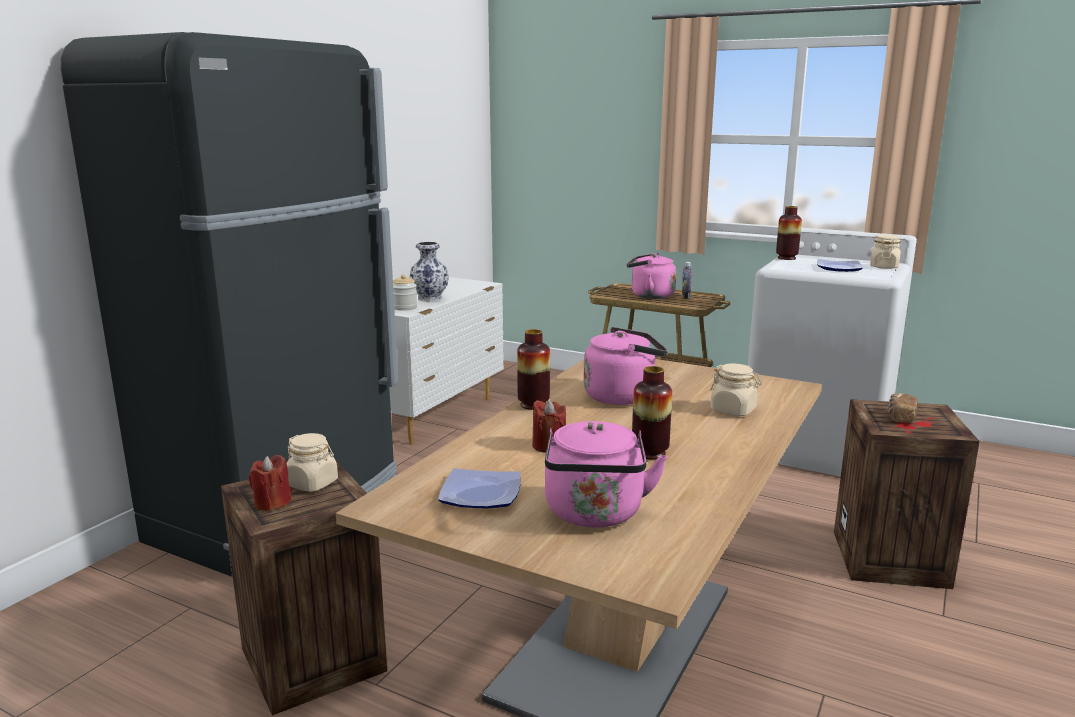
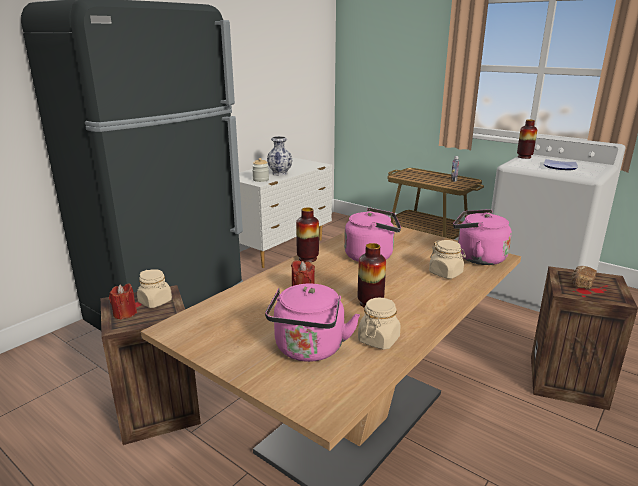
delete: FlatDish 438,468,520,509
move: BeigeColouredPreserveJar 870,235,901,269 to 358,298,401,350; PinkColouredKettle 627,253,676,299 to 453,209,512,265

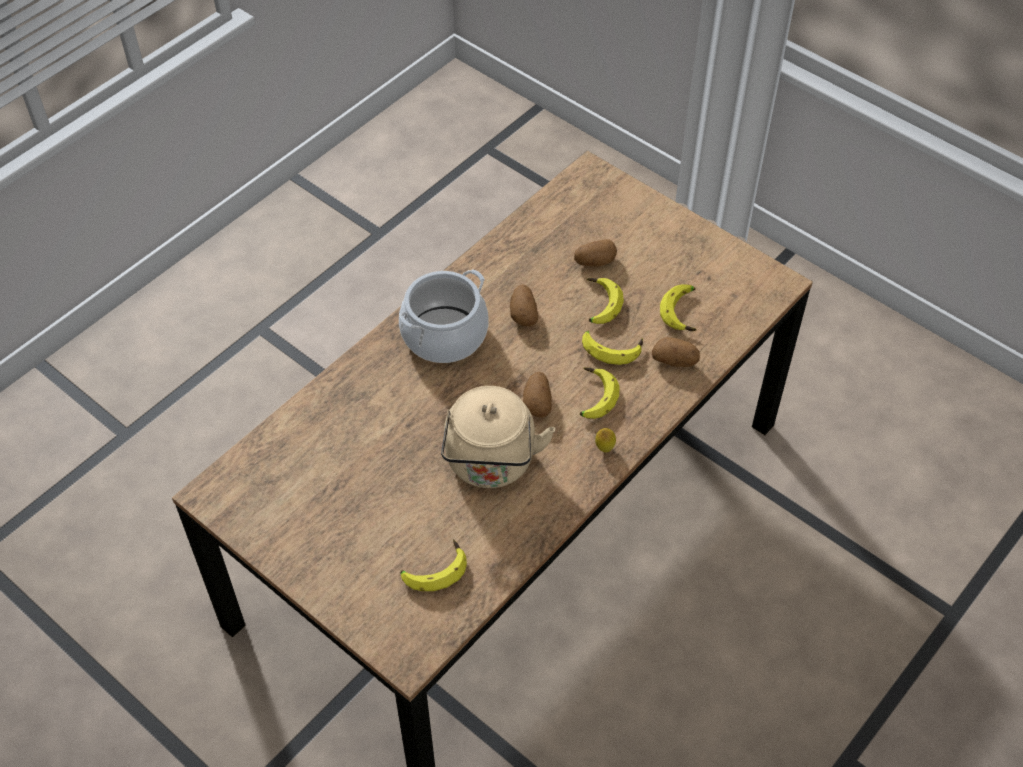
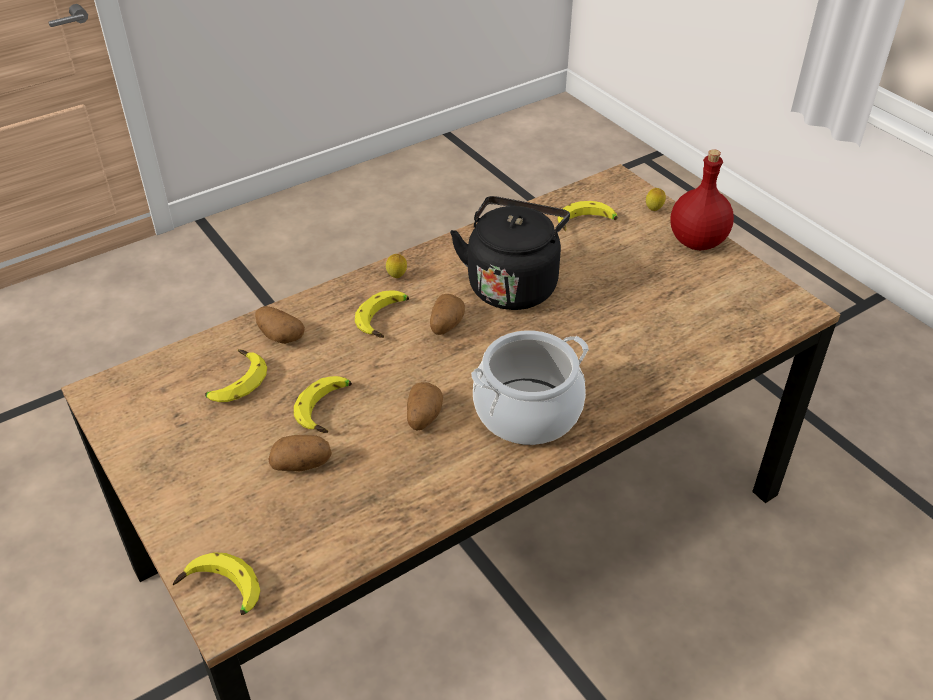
insert: RedColouredBeverageBottle 670,149,734,250; WholeLemon 646,188,666,211
move: Banana 582,331,643,365 to 173,552,260,615
recolor: BeigeColouredKettle 441,386,555,488 to BlackishKettle 450,196,570,310

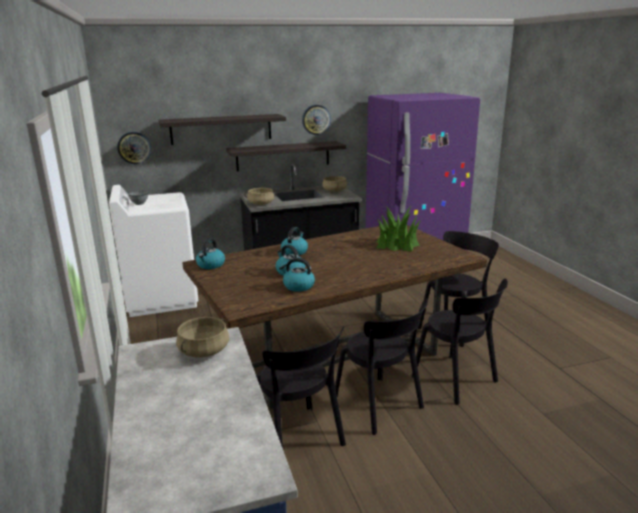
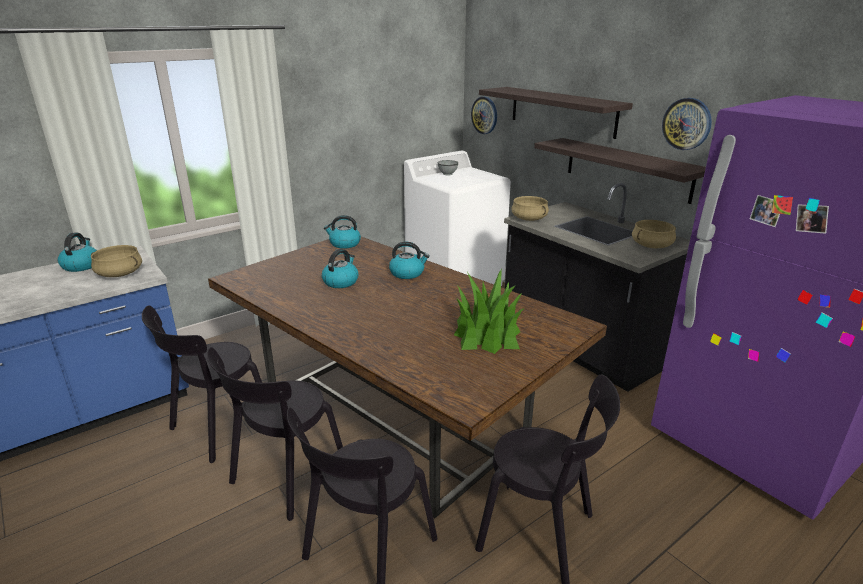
move: Kettle 279,258,315,292 to 58,233,97,272

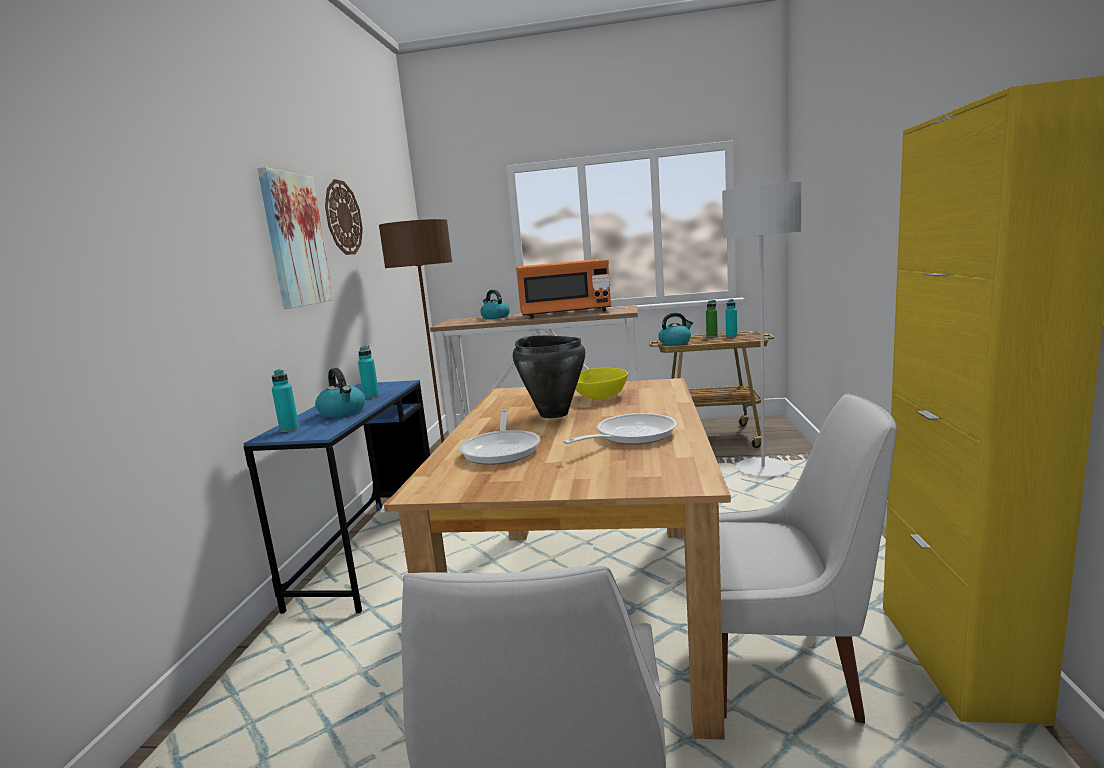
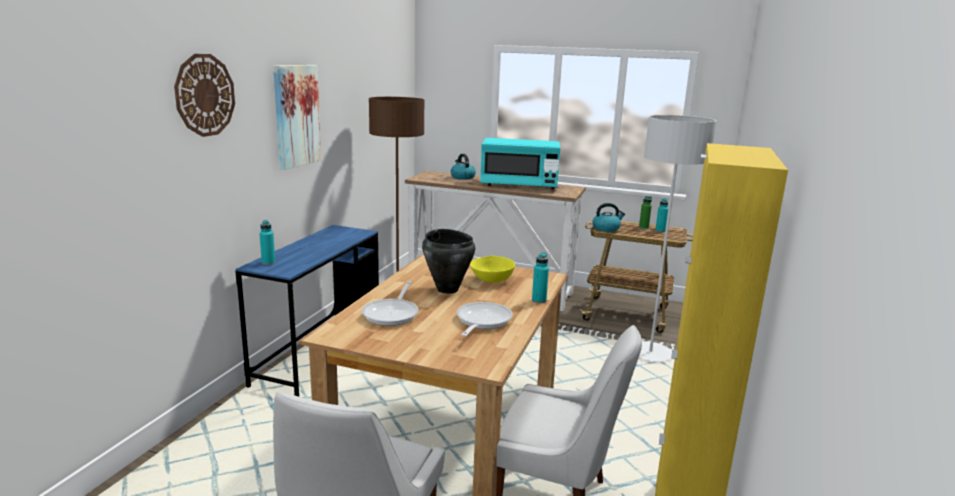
delete: Kettle 315,368,365,418
move: WallClock 325,179,363,255 to 174,54,235,137; TurquoiseBeverageBottle 358,345,379,399 to 532,252,549,303
recolor: OrangeyMicrowaveOven 516,259,611,318 to TurquoiseMicrowaveOven 480,138,560,190
rotate: Pan 563,413,677,445 = 456,302,513,337 45 degrees counterclockwise

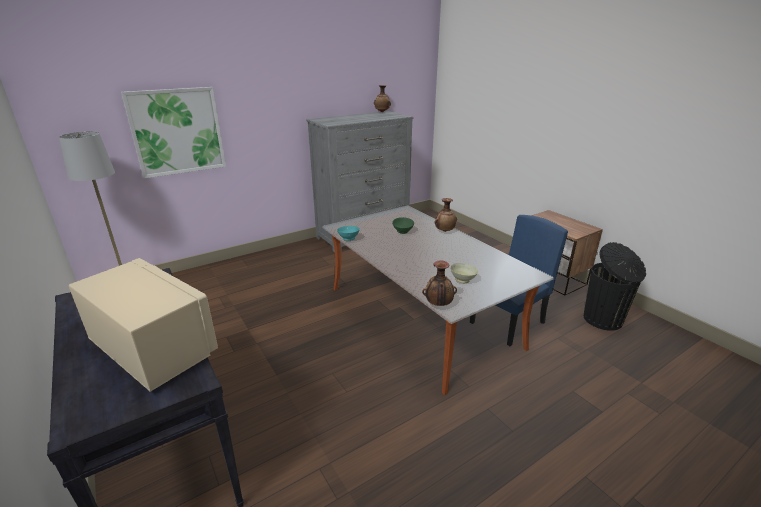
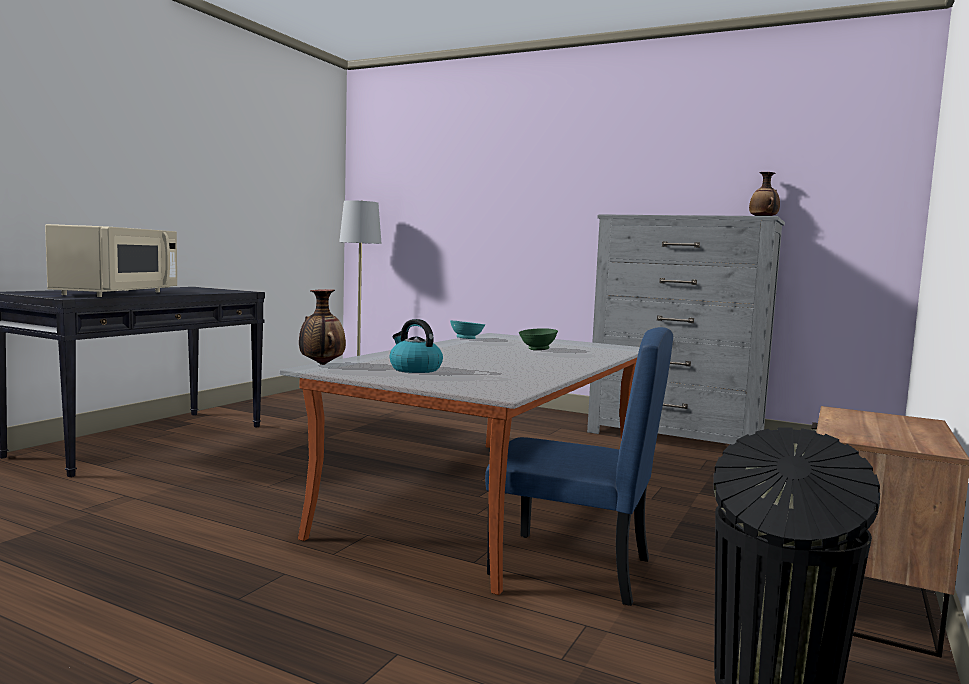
delete: Picture 121,87,226,179; FlowerVase 434,198,457,232
replace: BeigeColouredBowl 450,263,478,283 to Kettle 390,319,443,373

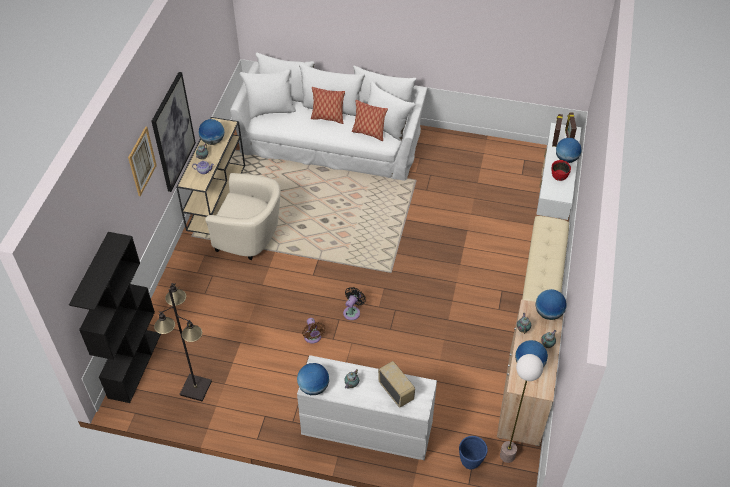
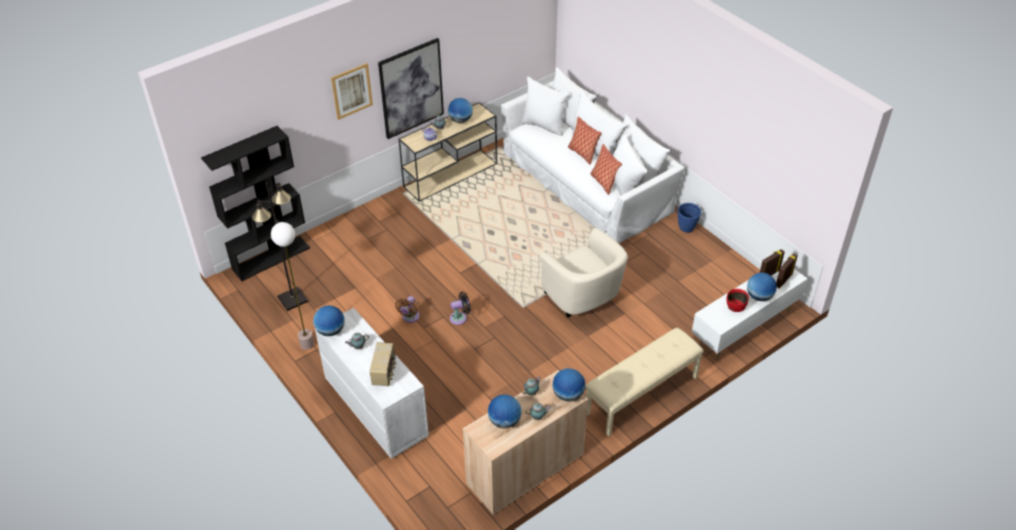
move: BeigeColouredLoungeChair 205,173,280,260 to 540,228,628,318; StandardLamp 500,354,543,463 to 271,222,314,350; BluishPlanter 459,436,488,469 to 678,203,701,233

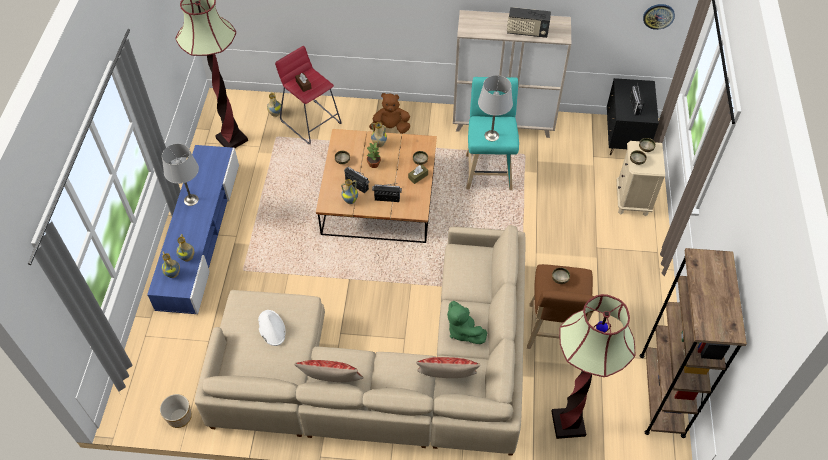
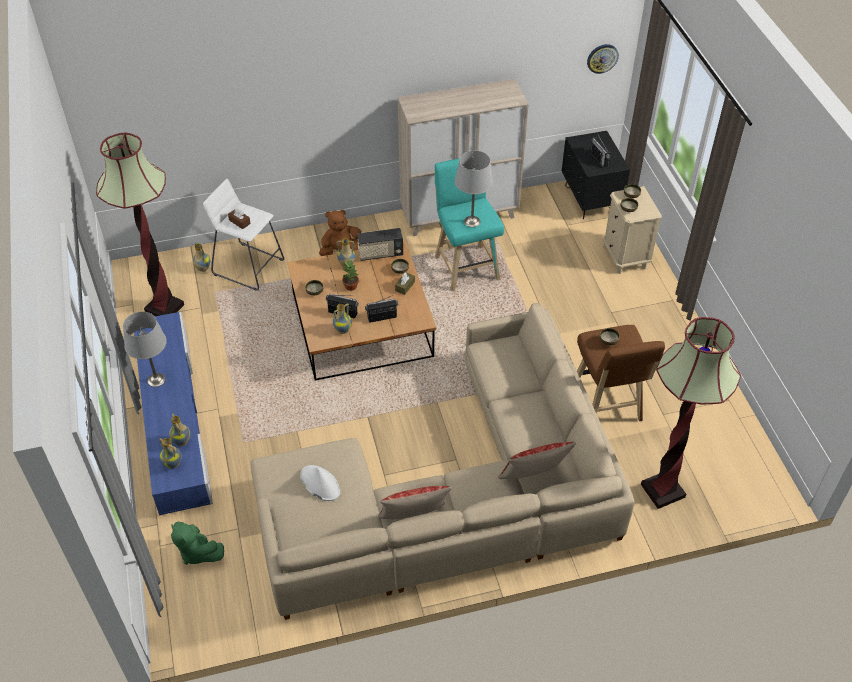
delete: BrownShelvingUnit 640,248,747,438; Planter 160,394,192,428
move: RadioReceiver 507,7,551,38 to 357,228,403,261; GreenishPlushToy 447,301,487,344 to 171,522,224,565
recolor: RedColouredSittingStool 275,46,342,144 to WhiteColouredSittingStool 203,179,284,290

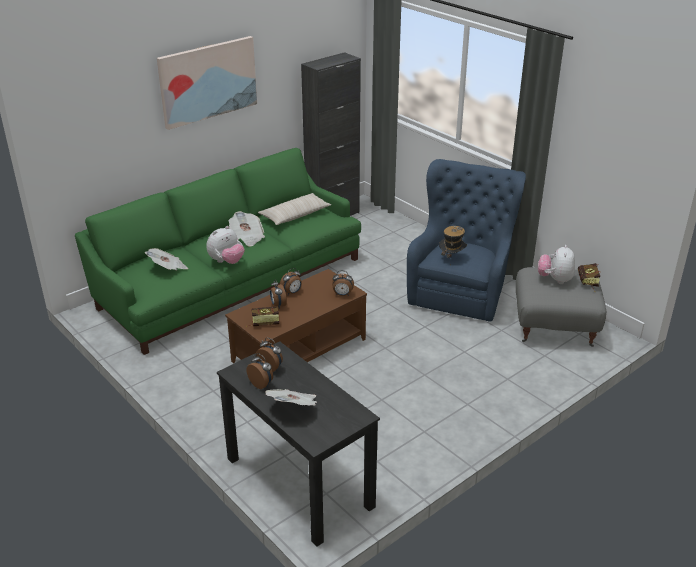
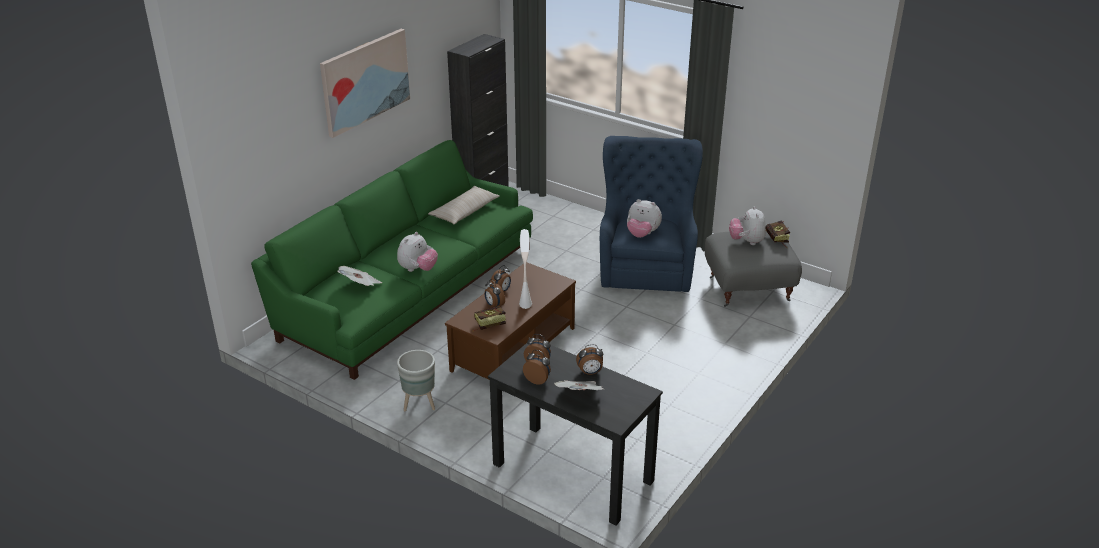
delete: DailyPaper 229,211,265,247
insert: WhiteColouredLampForATable 519,229,532,309; GrayPlanter 397,350,435,411
move: TableClock 332,271,354,296 to 576,344,603,375
replace: ClothingHat 439,226,467,264 to PlushToy 627,199,662,238

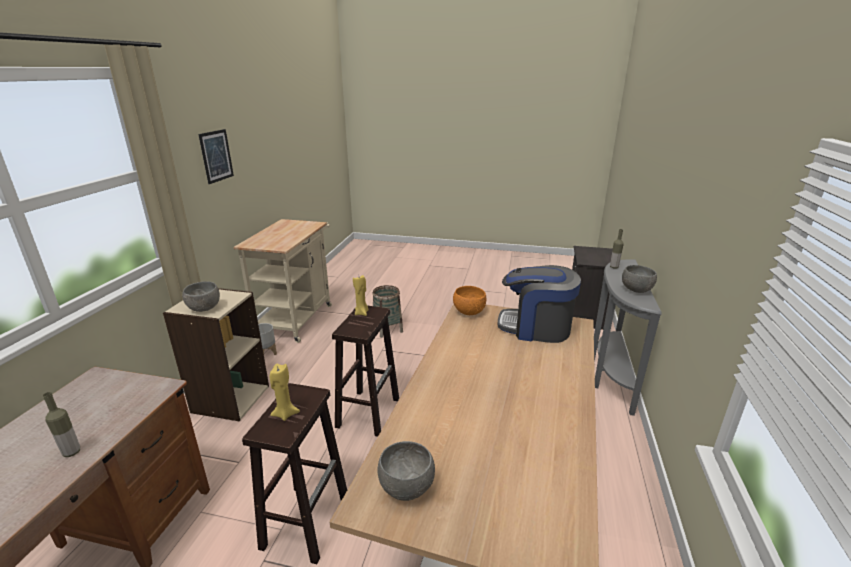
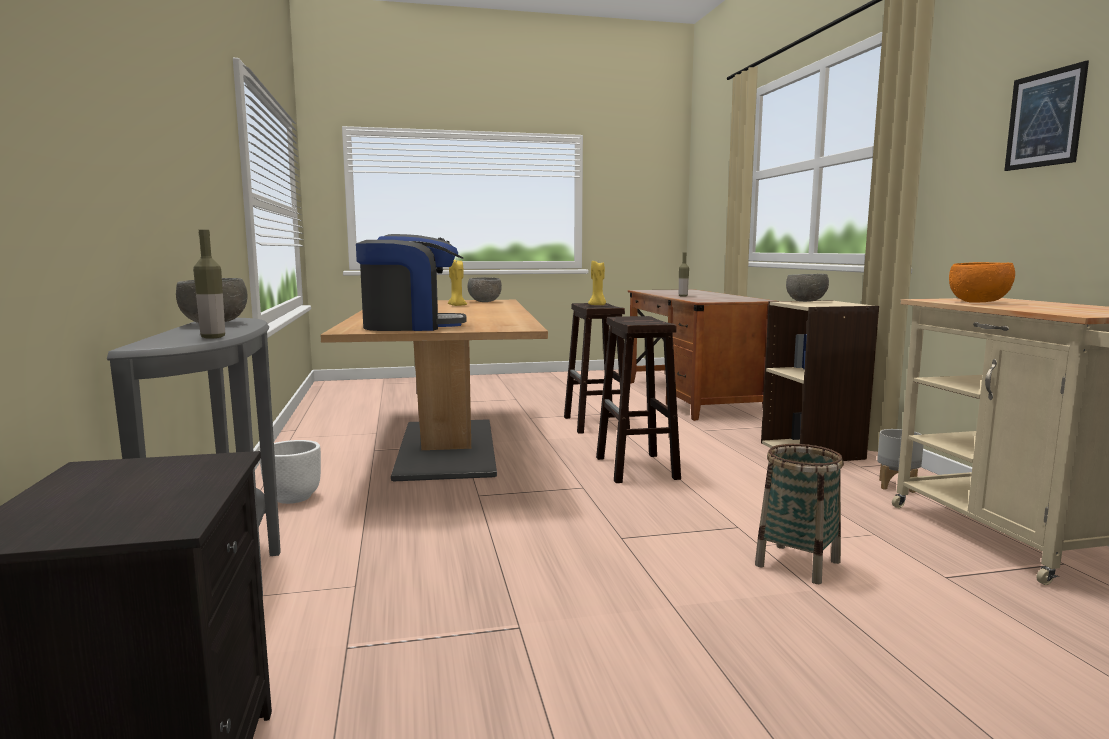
insert: WhiteColouredPlanter 259,440,321,504
move: YellowColouredWaxCandle 353,275,369,316 to 448,260,467,306; OrangeyBowl 453,286,486,315 to 949,262,1015,303

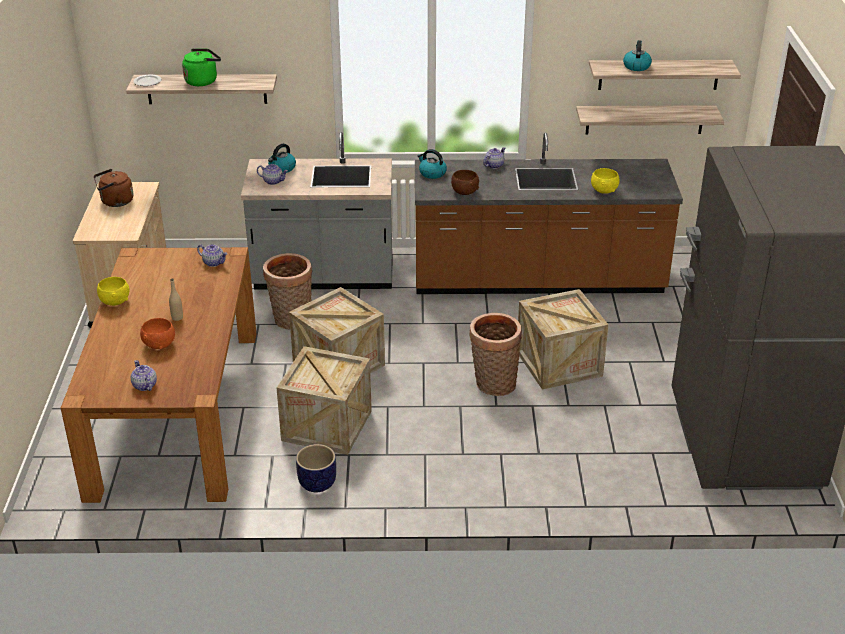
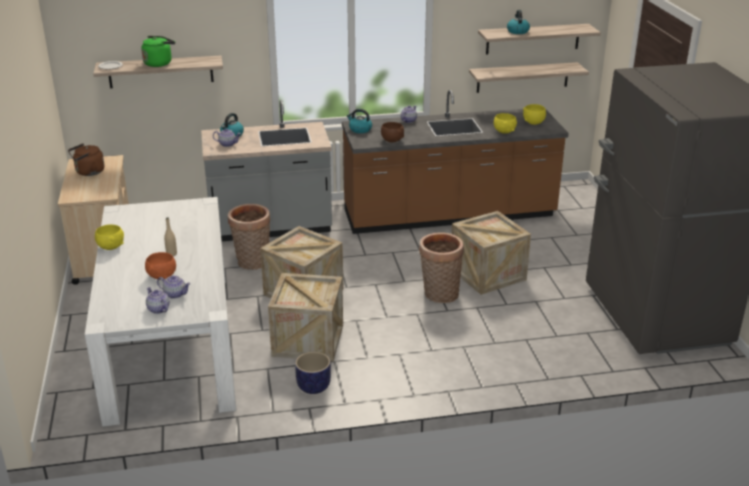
insert: YellowColouredBowl 523,104,546,125
move: Teapot 197,244,227,267 to 157,276,191,299
recolor: BrownDinnerTable 61,247,256,503 to WhiteColouredDinnerTable 85,197,236,427

